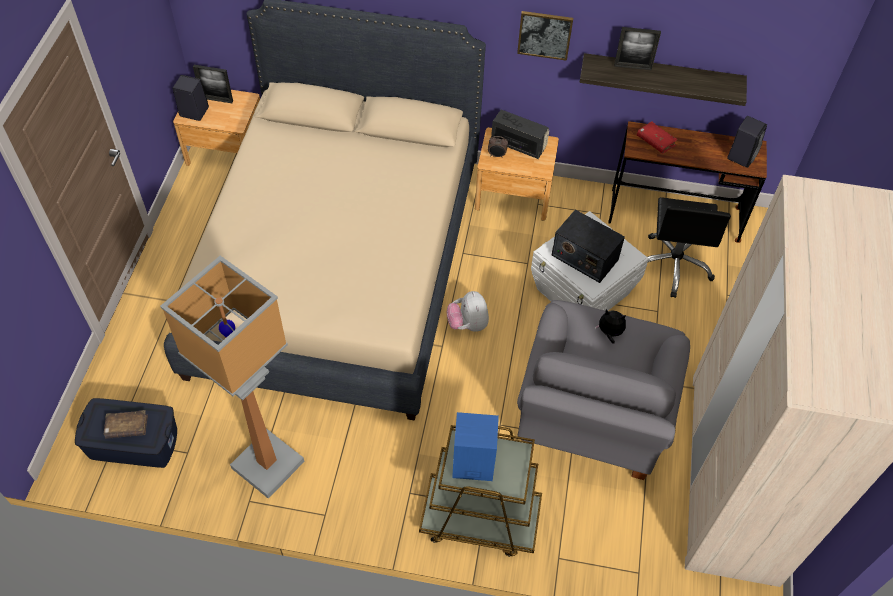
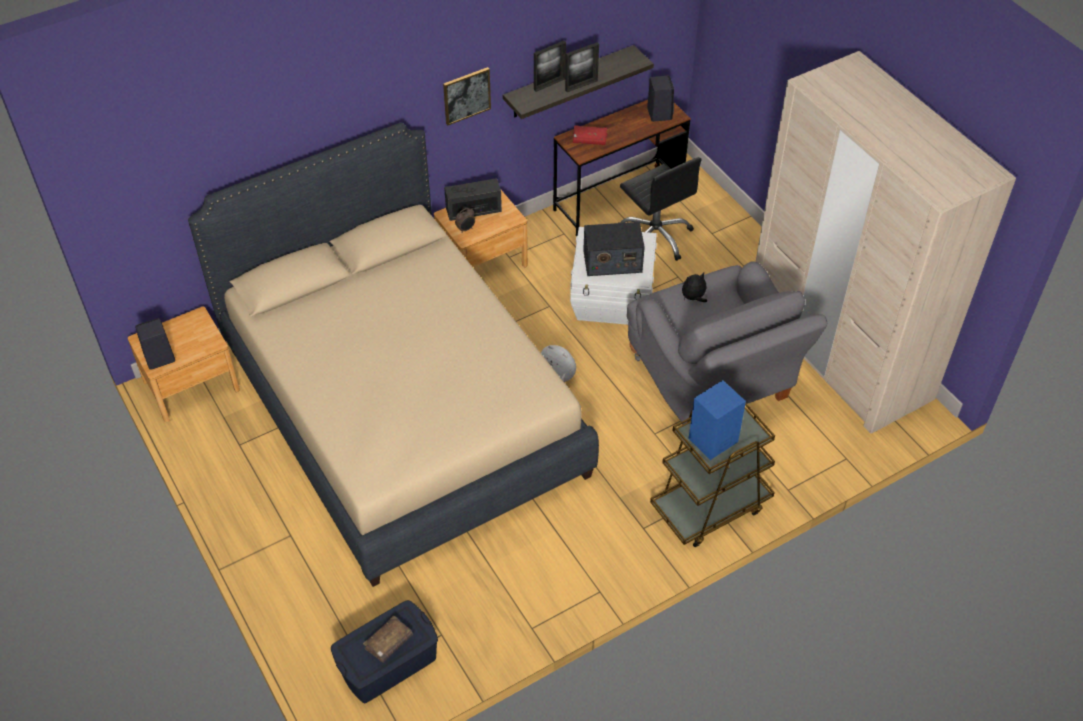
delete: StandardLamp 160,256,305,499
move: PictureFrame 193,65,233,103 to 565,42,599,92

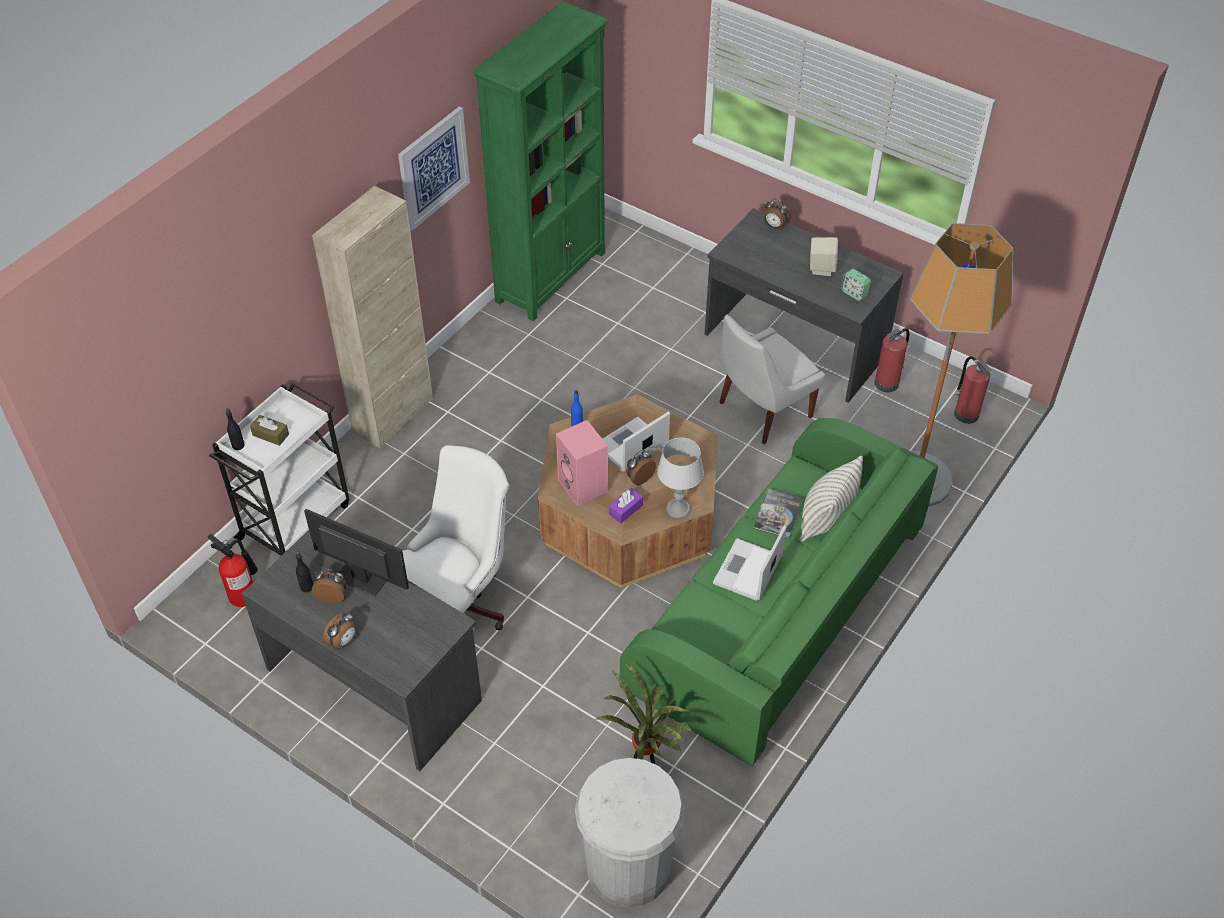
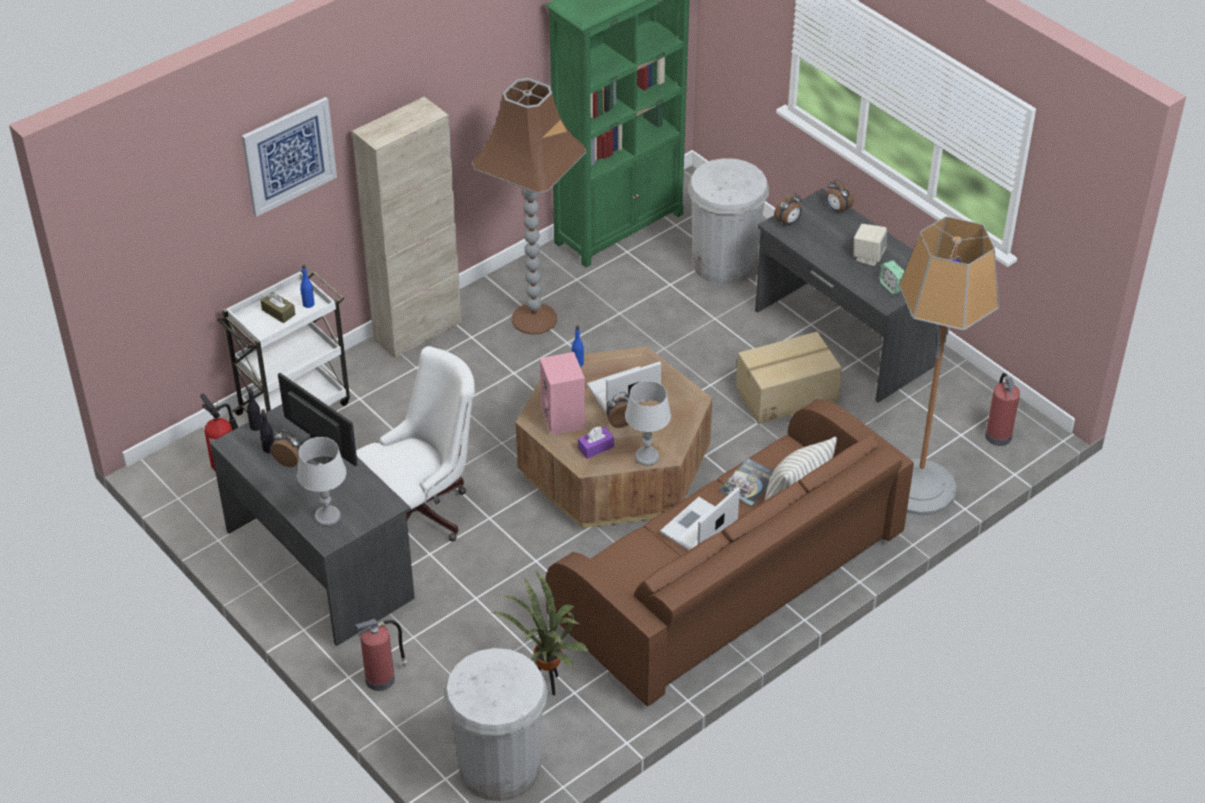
insert: BrownStandardLamp 472,78,586,335; WhiteColouredRubbishBin 688,158,769,285; BluishBeverageBottle 300,264,315,308; GrayLampForATable 297,437,346,526
move: Picture 398,106,470,231 to 242,97,337,217; Extinguisher 874,328,909,392 to 355,619,407,691; BlackishBeverageBottle 226,408,245,450 to 247,387,262,431; TableClock 323,612,357,649 to 774,193,802,226
replace: WhiteColouredChair 719,314,825,444 to CardboardBox 736,332,842,424
recolor: GreenishSettee 620,418,938,767 to BrownSettee 546,399,914,706

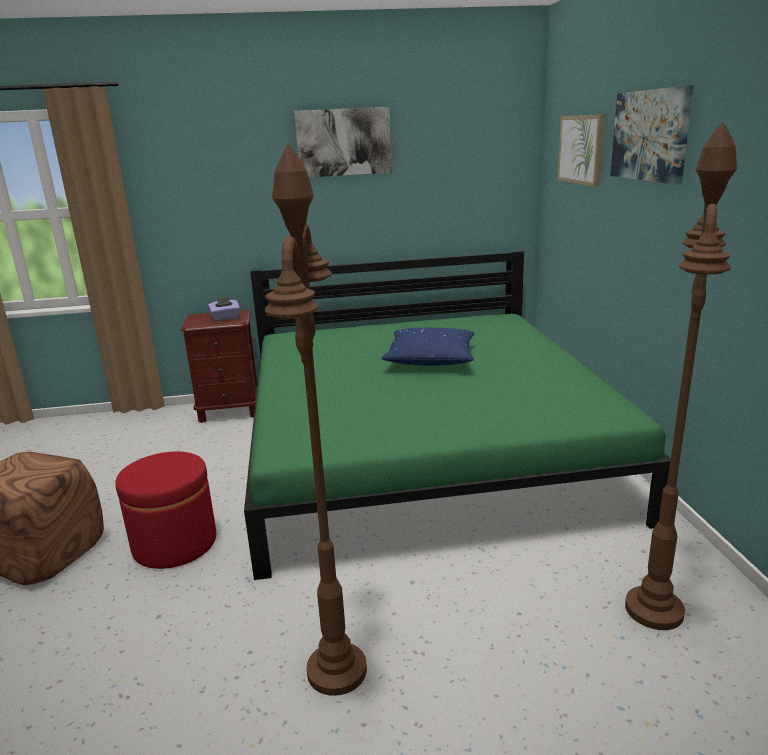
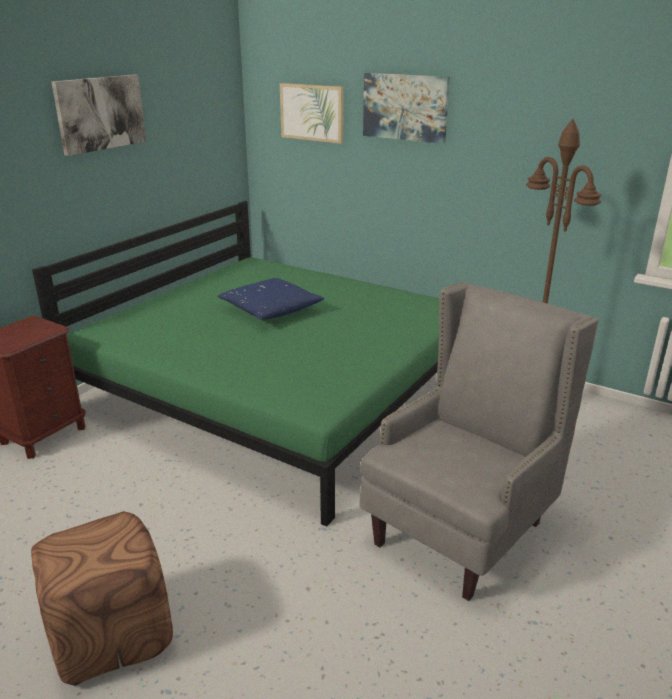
delete: PurpleColouredBoxOfTissues 208,297,240,321; RedColouredPouffe 115,452,216,569
replace: BrownStandardLamp 265,143,367,696 to GrayLoungeChair 359,282,599,601

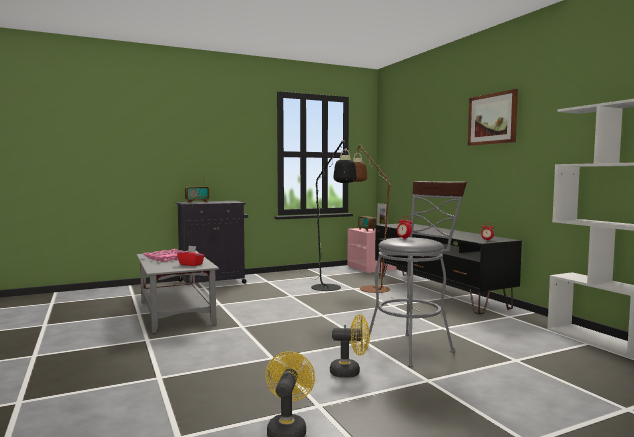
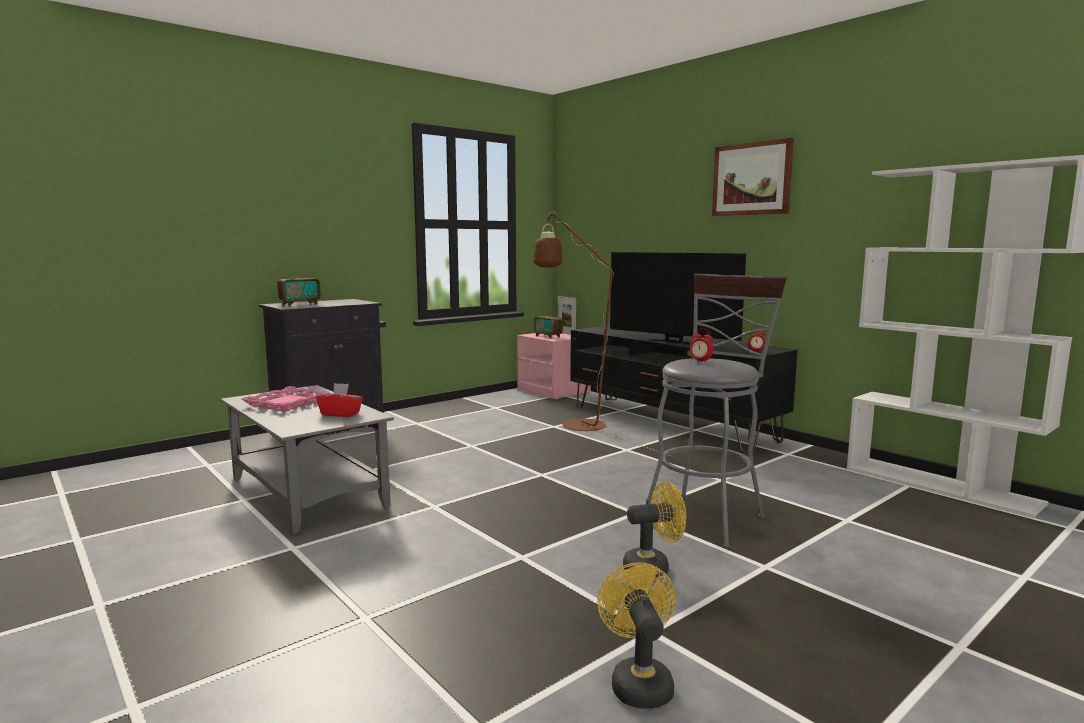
delete: BlackishStandardLamp 300,140,357,291
insert: TvSet 610,252,746,345

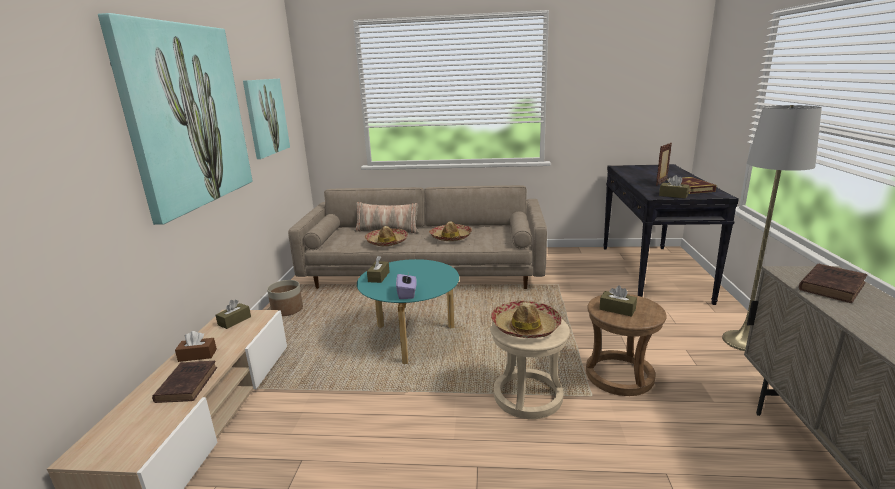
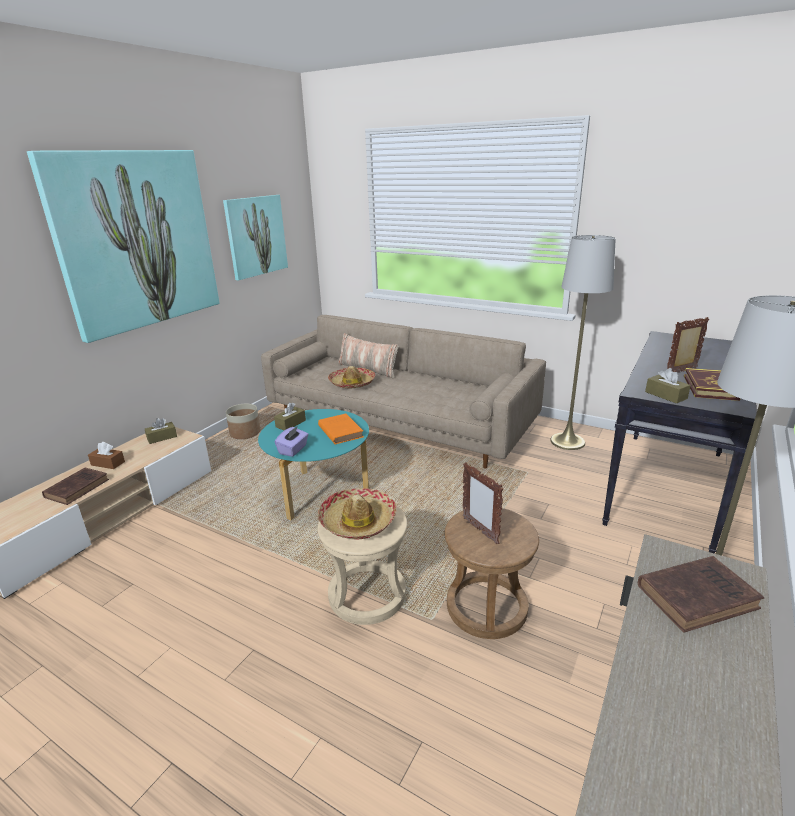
delete: ClothingHat 429,221,472,241
insert: GrayStandardLamp 550,235,616,450; OrangeyVolume 318,414,364,444
replace: BrownBoxOfTissues 599,285,637,317 to PictureFrame 463,462,503,545

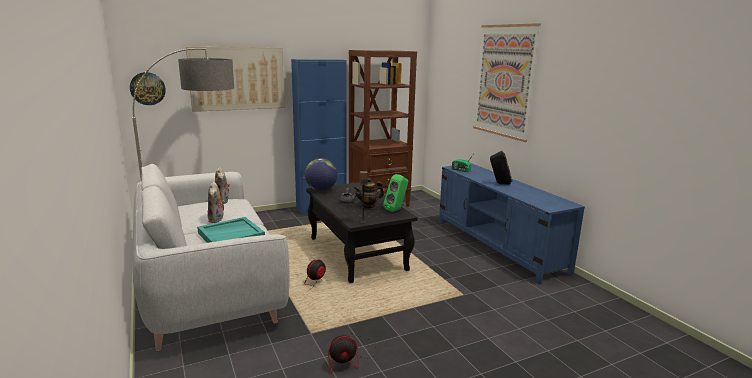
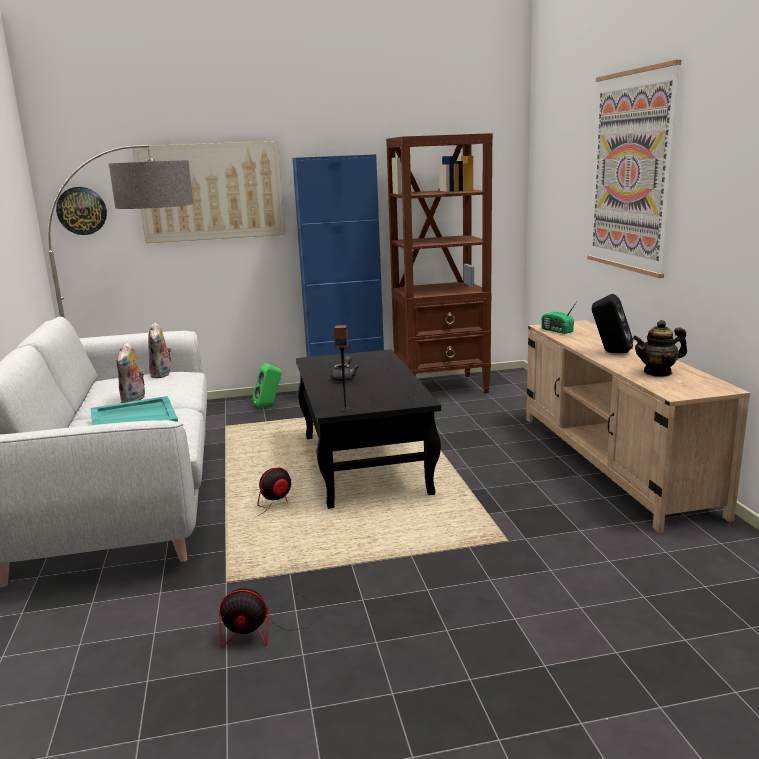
delete: Globe 305,158,337,191
move: GreenishAudioSpeaker 383,174,408,212 to 252,363,281,408; Teapot 354,178,384,209 to 633,320,687,377
recolor: BluishTvStand 439,164,585,285 to BeigeColouredTvStand 526,320,750,533

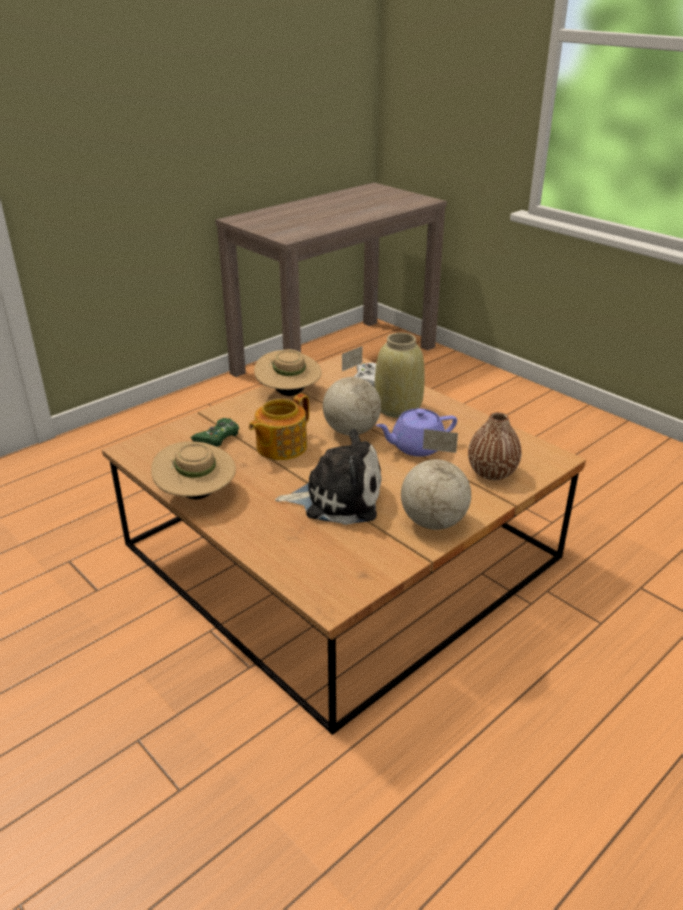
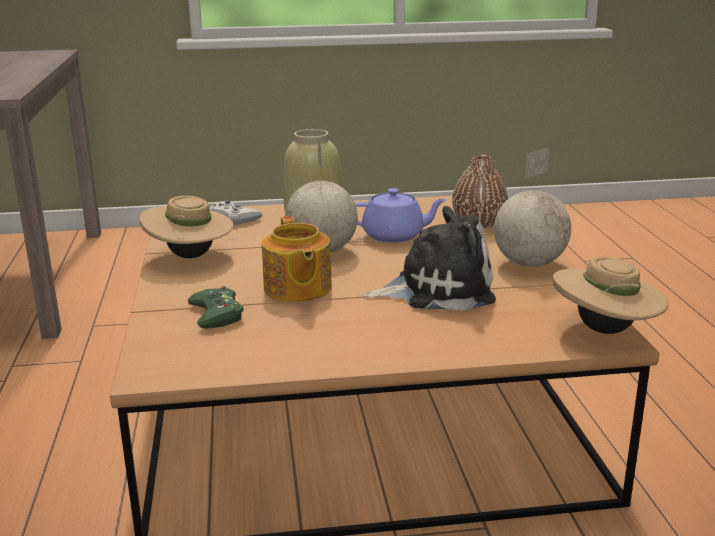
move: BeigeColouredClothingHat 151,441,236,499 to 553,257,669,334
rotate: PurpleColouredTeapot 376,408,457,457 = 355,188,447,243 105 degrees counterclockwise; PlushToy 275,429,381,525 = 364,206,496,311 45 degrees clockwise

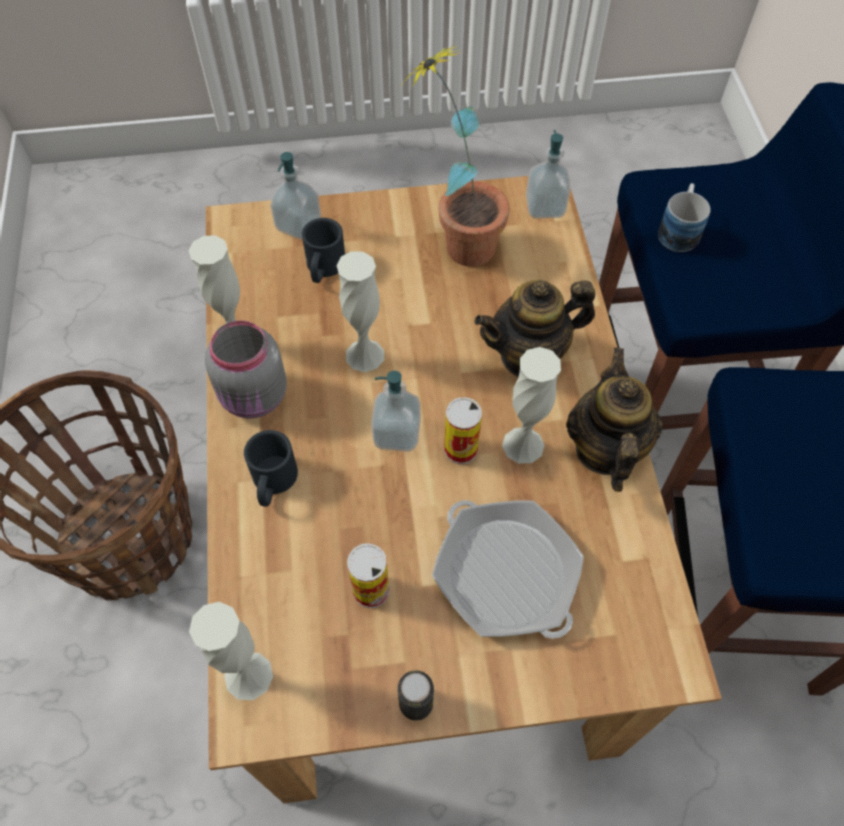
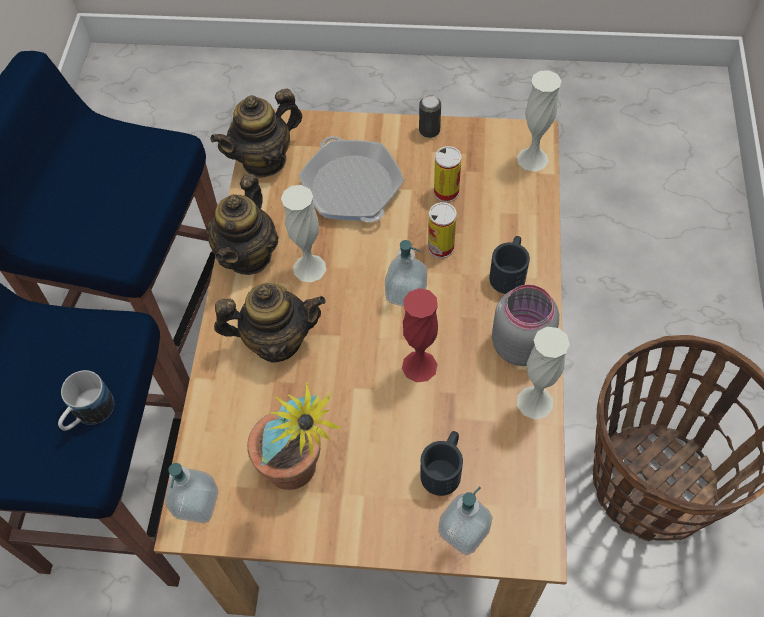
insert: Teapot 210,88,302,178
move: MetalCan 444,397,482,464 to 428,202,457,258
recolor: WhiteColouredFlowerVase 336,251,384,372 to RedColouredFlowerVase 402,288,438,382

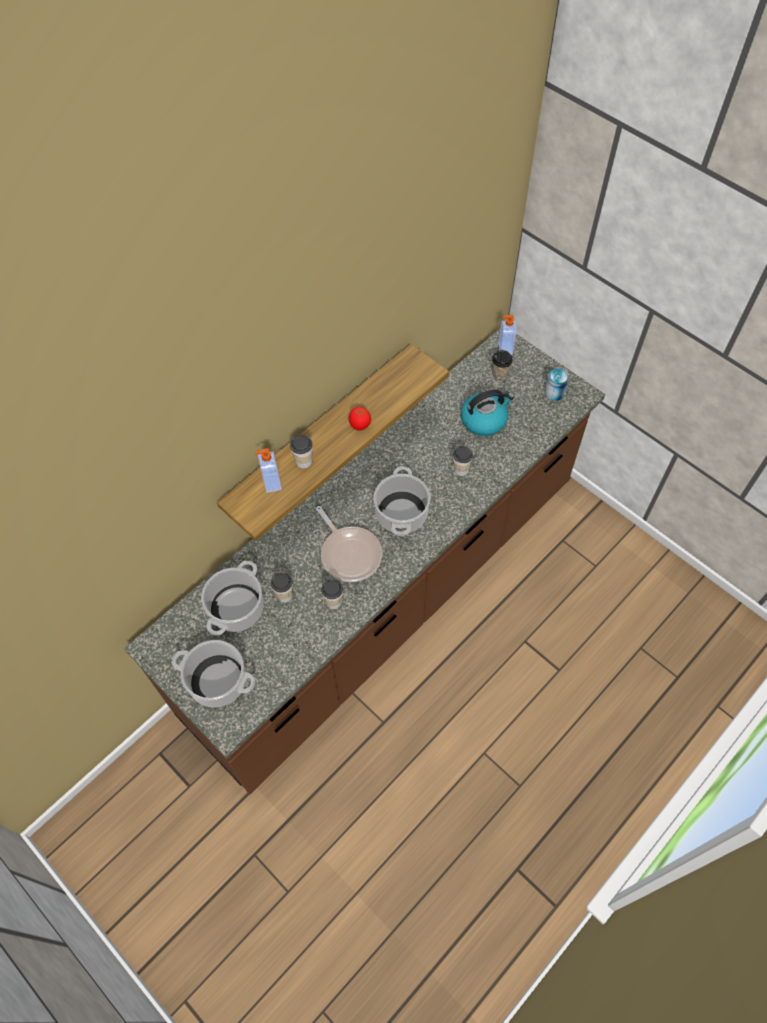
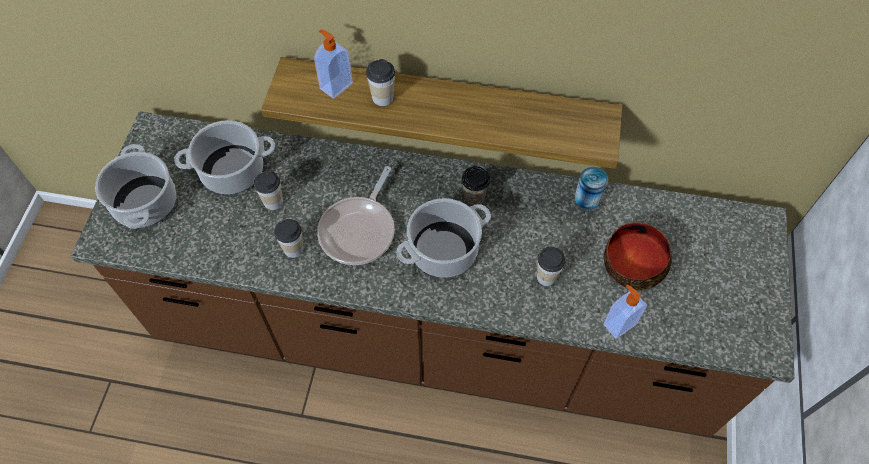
delete: WholeTomato 349,407,371,431
move: SoapDispenser 499,315,516,355 to 603,285,647,339; Cup 492,350,513,379 to 461,166,490,205; MetalCan 545,368,569,401 to 575,167,608,209
replace: Kettle 461,390,514,436 to Bowl 604,222,672,290

